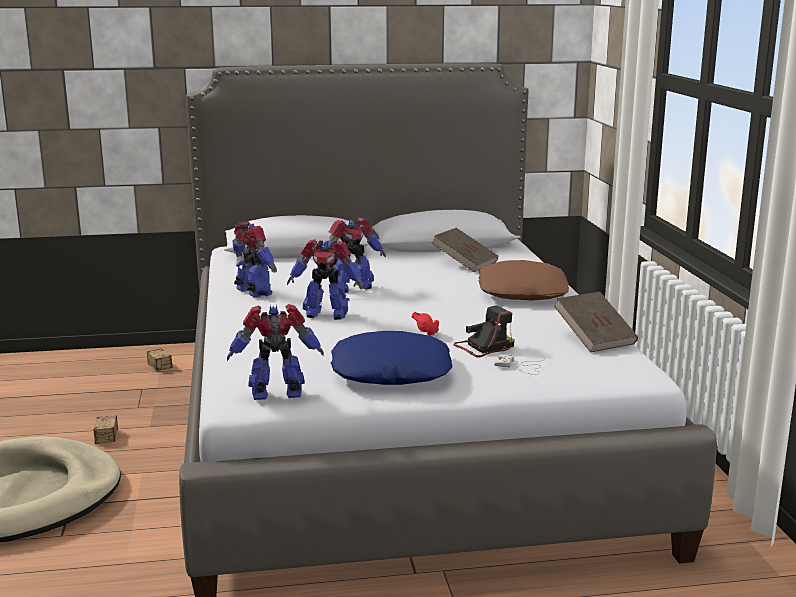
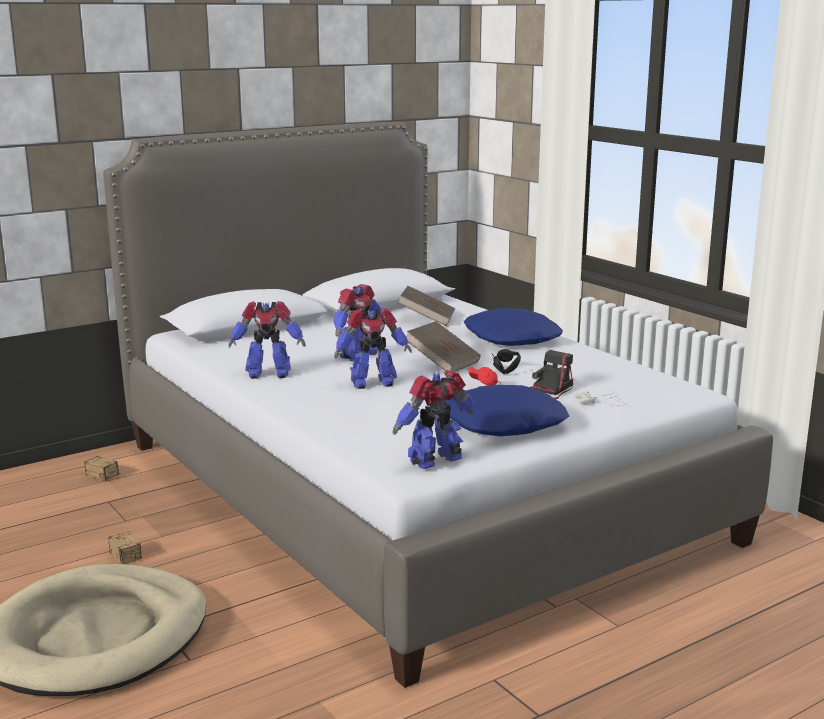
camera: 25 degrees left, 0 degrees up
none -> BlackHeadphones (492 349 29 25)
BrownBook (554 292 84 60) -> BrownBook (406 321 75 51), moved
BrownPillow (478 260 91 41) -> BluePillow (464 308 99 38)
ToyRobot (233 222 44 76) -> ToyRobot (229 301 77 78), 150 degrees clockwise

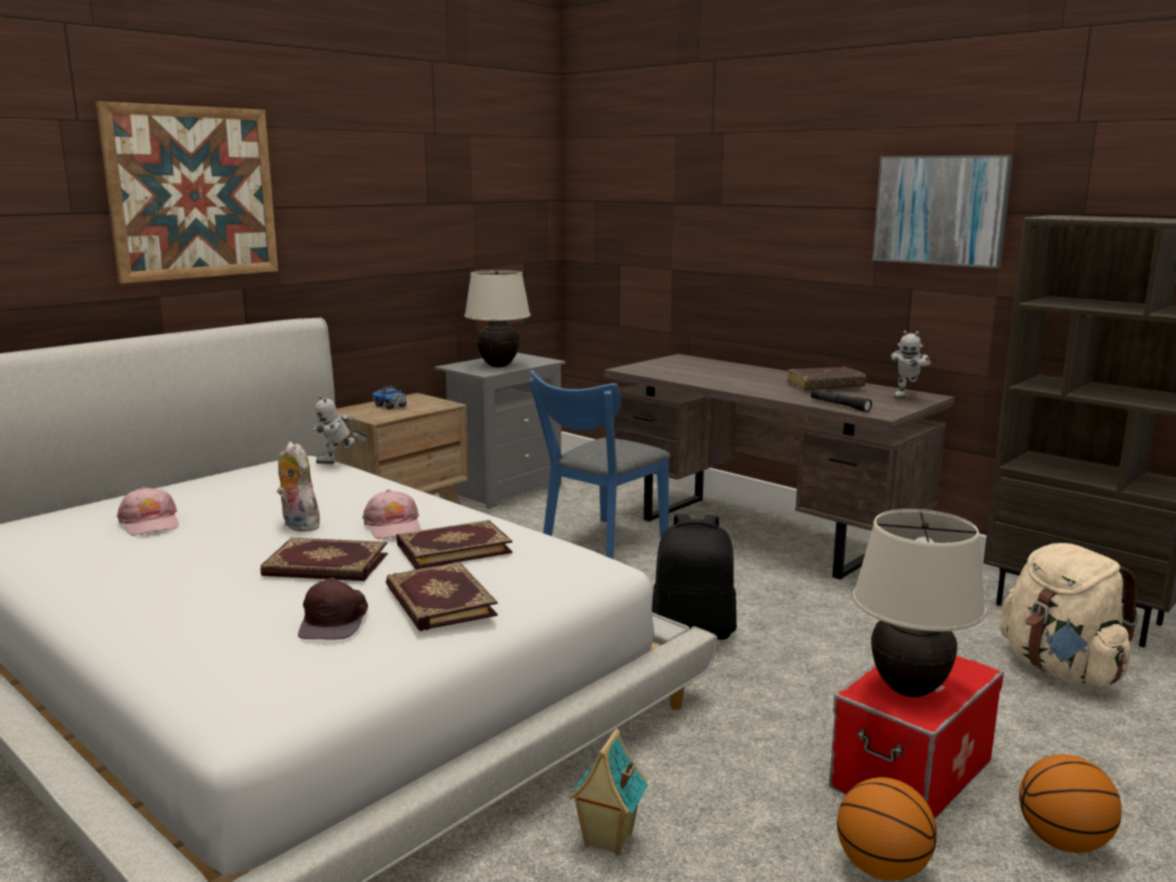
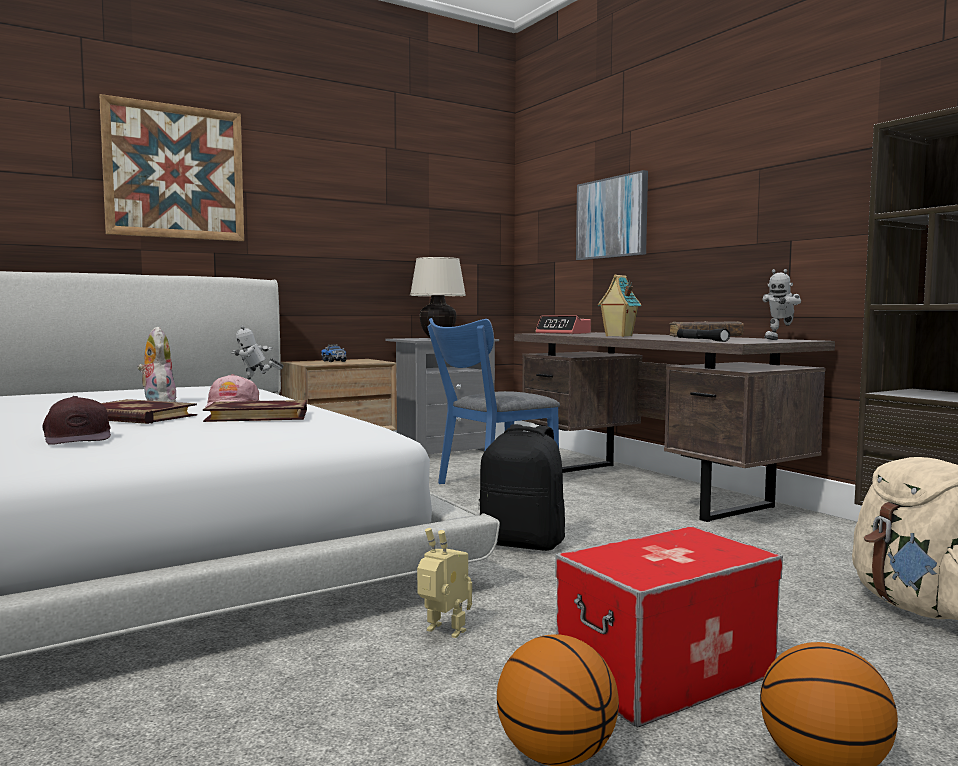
camera: 15 degrees right, 10 degrees down
PinkCap (117 487 62 49) -> none
Book (386 562 112 69) -> none
BeigeTableLamp (853 509 133 188) -> none
none -> ToyRobot (417 528 55 110)
none -> AlarmClock (536 315 55 19)
ToyHouse (569 729 79 127) -> ToyHouse (598 275 43 62), moved
Picture (872 155 141 114) -> Picture (576 170 72 90), moved
BrownCap (298 578 70 62) -> BrownCap (42 396 69 49), 45 degrees counterclockwise

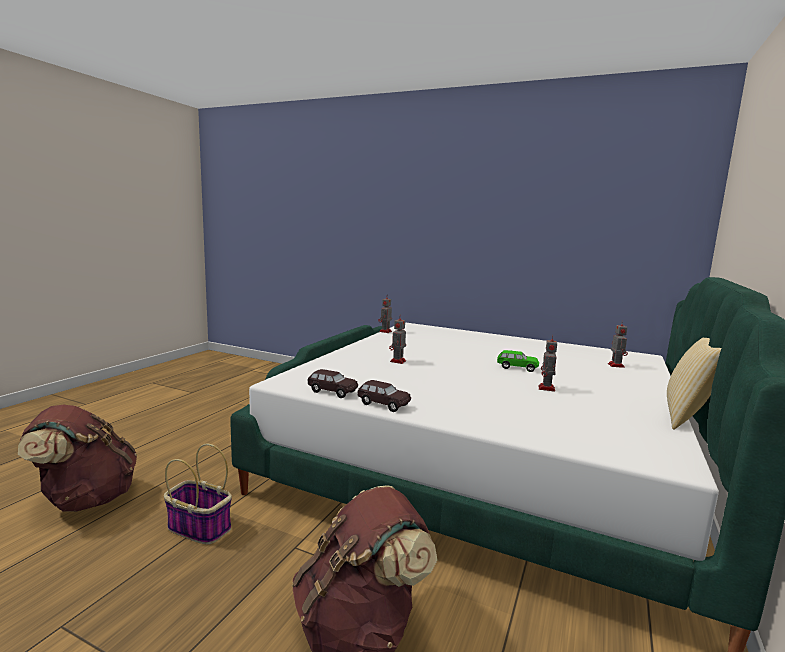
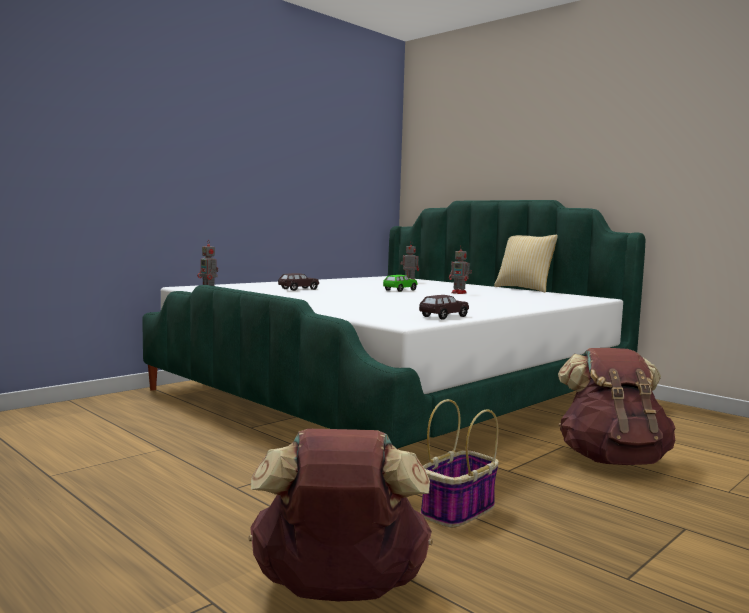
camera: 70 degrees left, 5 degrees down
ToyRobot (389 314 17 50) -> none
BrownToyCar (358 380 53 32) -> BrownToyCar (278 273 41 18), moved

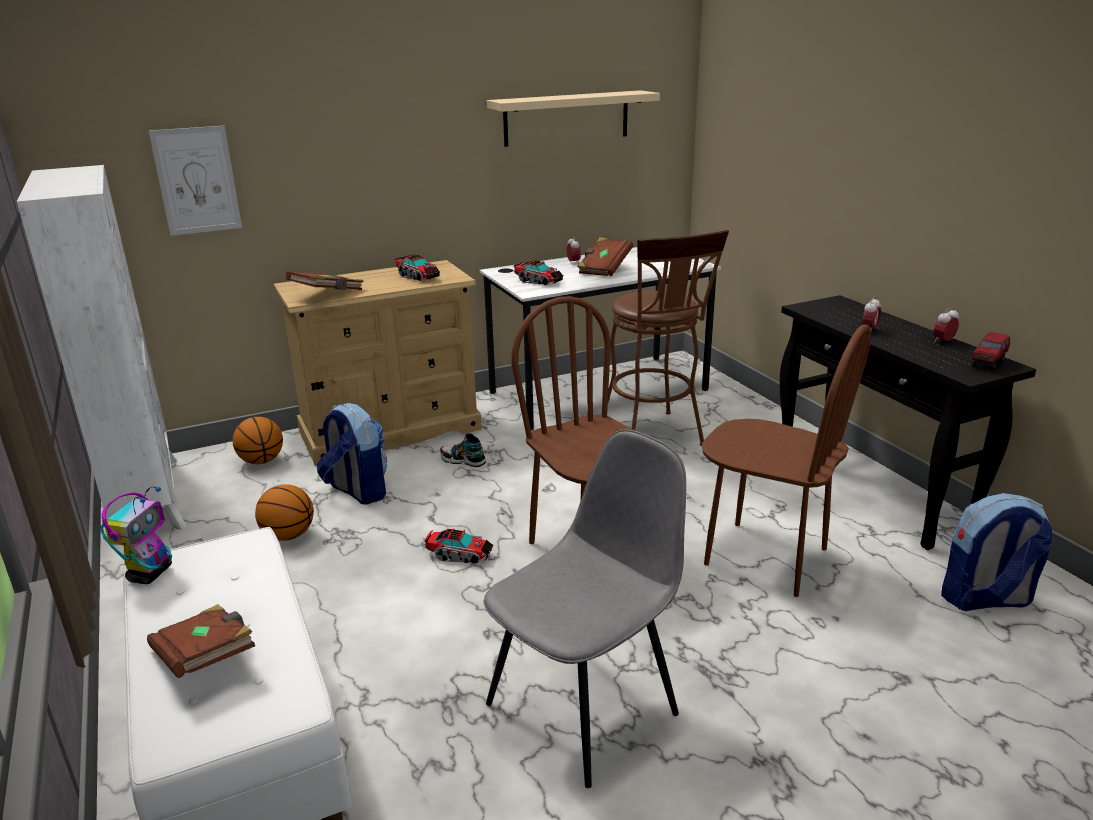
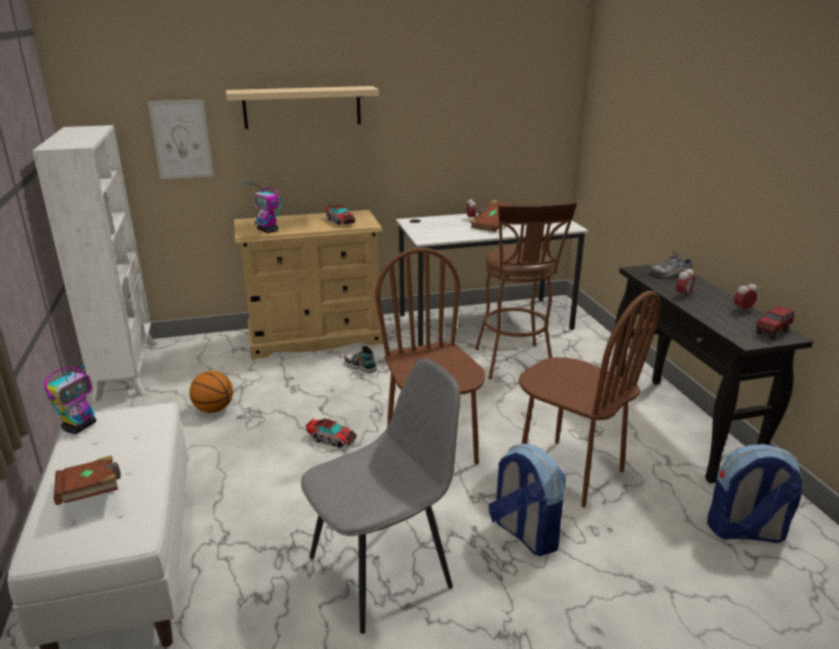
camera: 10 degrees right, 0 degrees up
Basketball (233 417 50 47) -> none
ToyTruck (514 260 50 25) -> none
none -> Shoe (649 252 44 25)
Backpack (317 403 70 101) -> Backpack (488 444 78 112), moved
BeigeShelf (487 90 173 57) -> BeigeShelf (226 86 153 43), moved
BrownBook (286 272 78 18) -> ToyRobot (245 182 37 51)

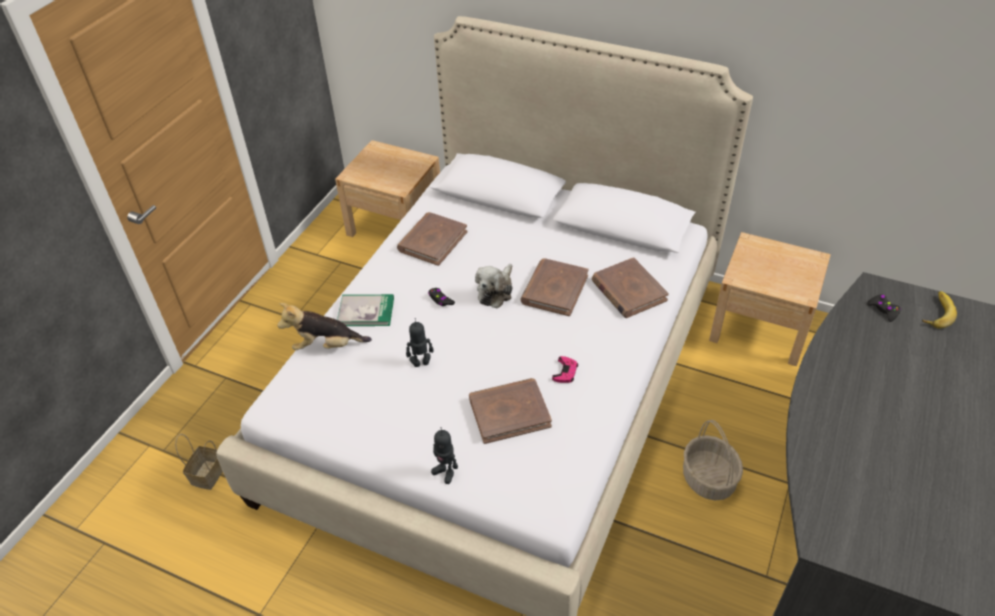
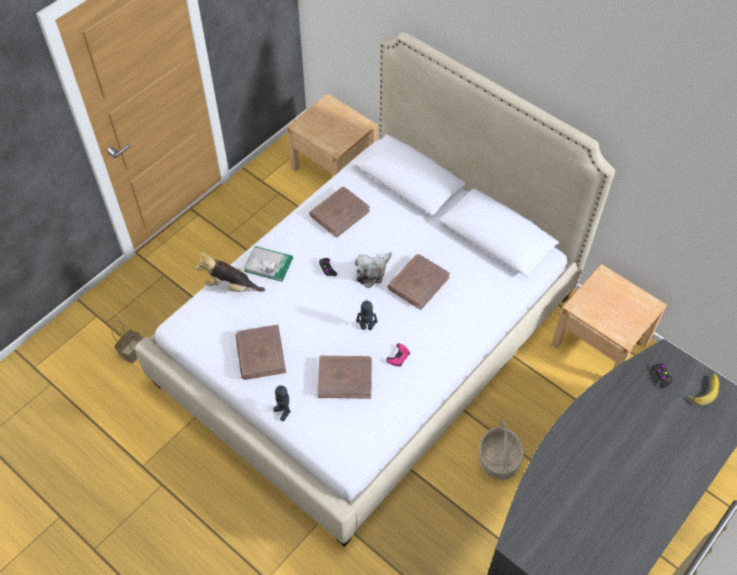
camera: 15 degrees right, 10 degrees up
ToyRobot (406 318 28 49) -> ToyRobot (356 301 22 29), moved
BrownBook (592 257 77 61) -> BrownBook (236 325 50 55), moved

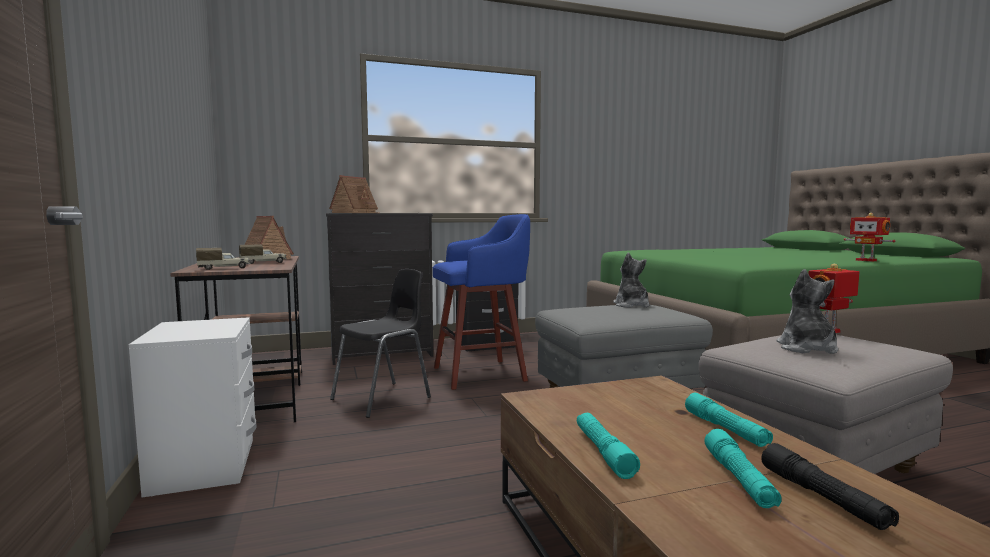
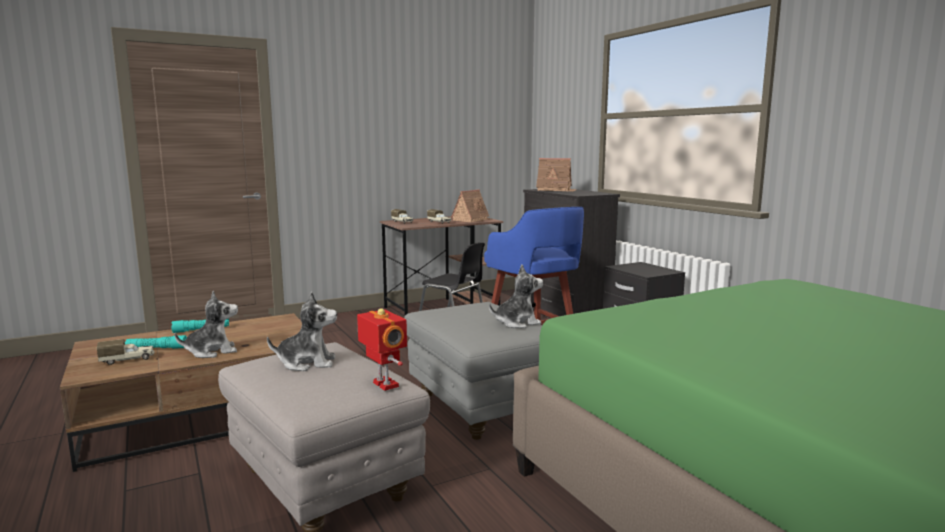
camera: 80 degrees right, 5 degrees up
WhiteNightstand (129 317 128 181) -> none
ToyRobot (844 213 52 49) -> none
TurquoiseFlashlight (685 393 88 54) -> PlushToy (174 291 64 67)
BlackFlashlight (761 443 138 87) -> ToyTruck (97 339 58 26)

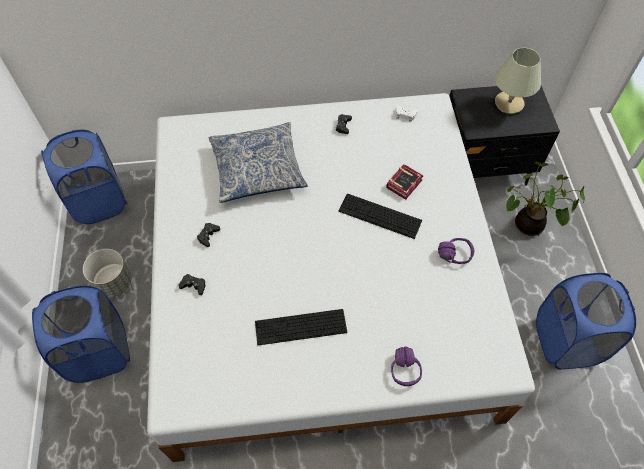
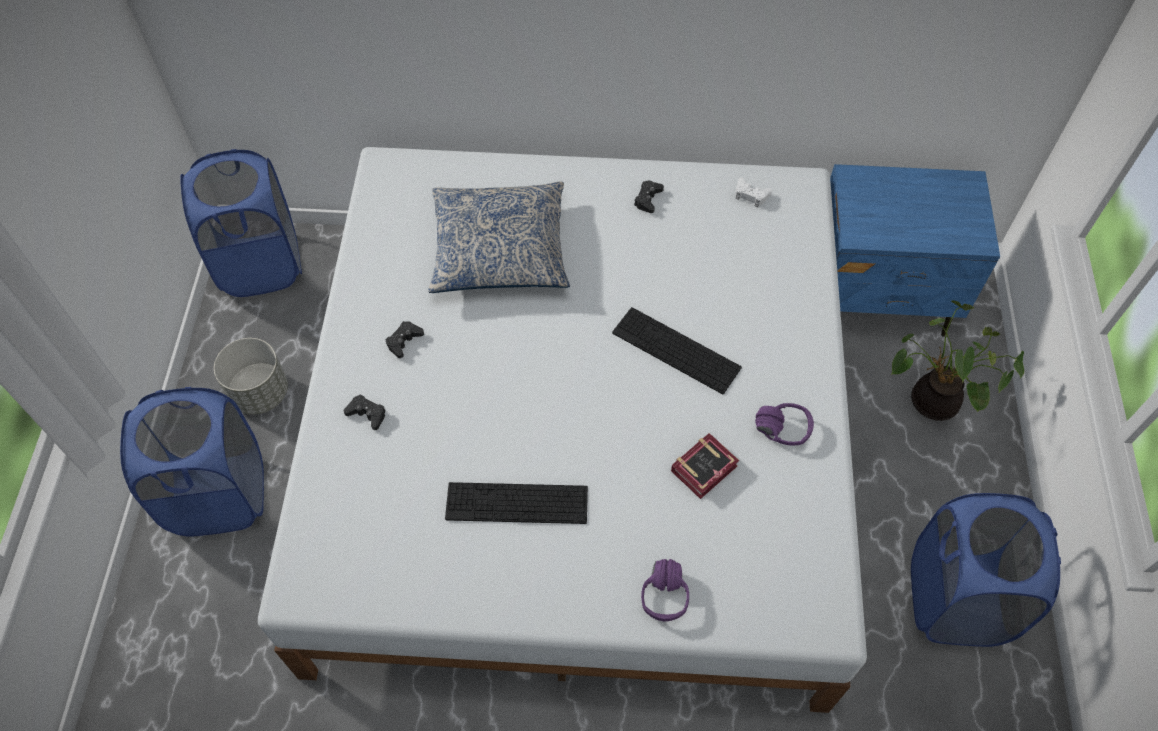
camera: 10 degrees right, 0 degrees up
BeigeTableLamp (495 48 46 66) -> none
Book (386 164 38 35) -> Book (671 433 68 66), moved
BlackNightstand (450 86 110 99) -> BlueNightstand (830 164 170 173)

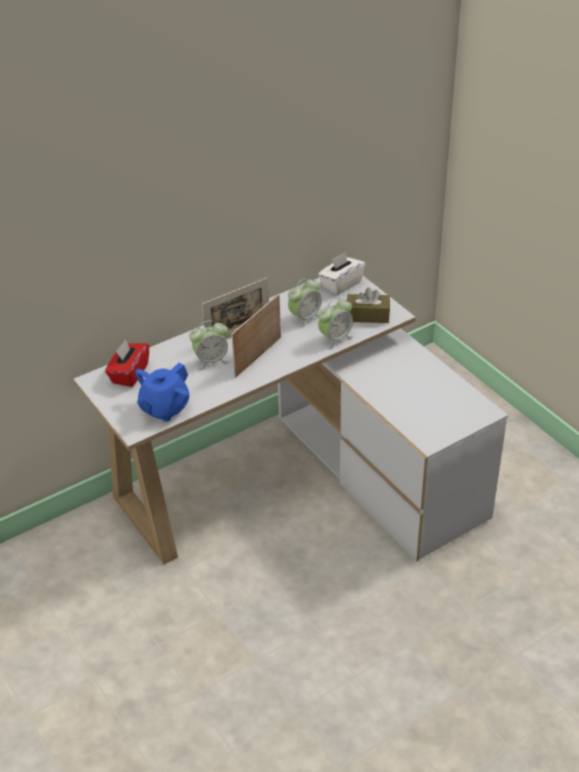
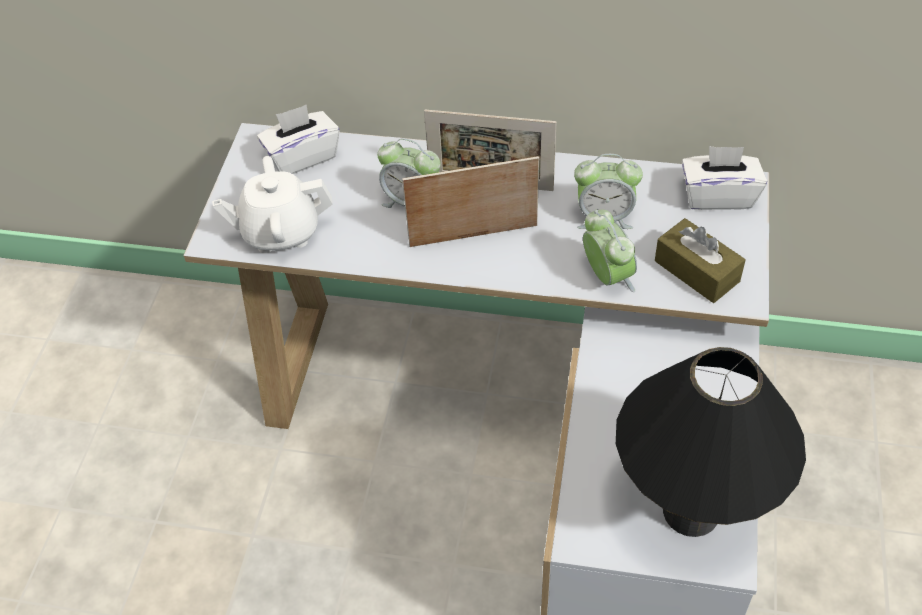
camera: 45 degrees right, 10 degrees up
none -> BlackTableLamp (616 347 190 190)
RedTissueBox (105 339 44 48) -> WhiteTissueBox (257 105 83 69)
BlueTeapot (135 363 55 59) -> WhiteTeapot (212 156 121 97)
AlarmClock (318 298 35 51) -> AlarmClock (583 210 54 82), 120 degrees counterclockwise

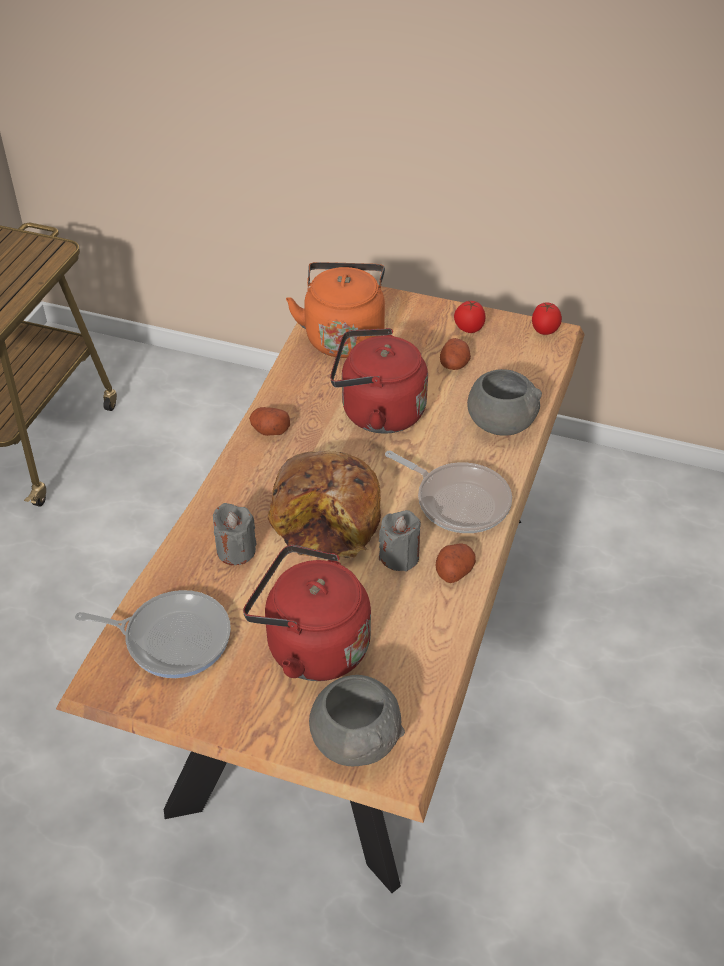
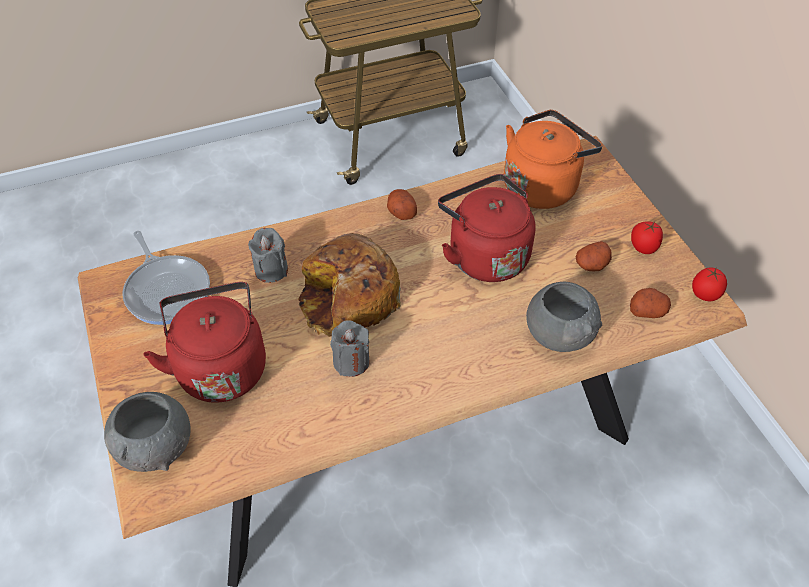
camera: 50 degrees right, 5 degrees up
FryingPan (385 450 127 83) -> none
Potato (436 543 40 40) -> Potato (630 288 41 30), moved

